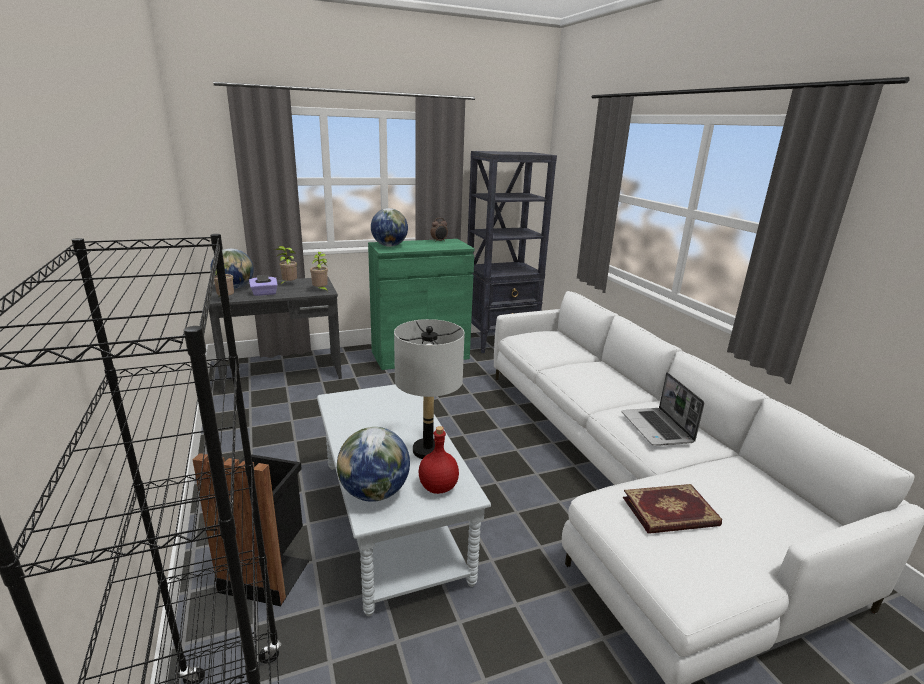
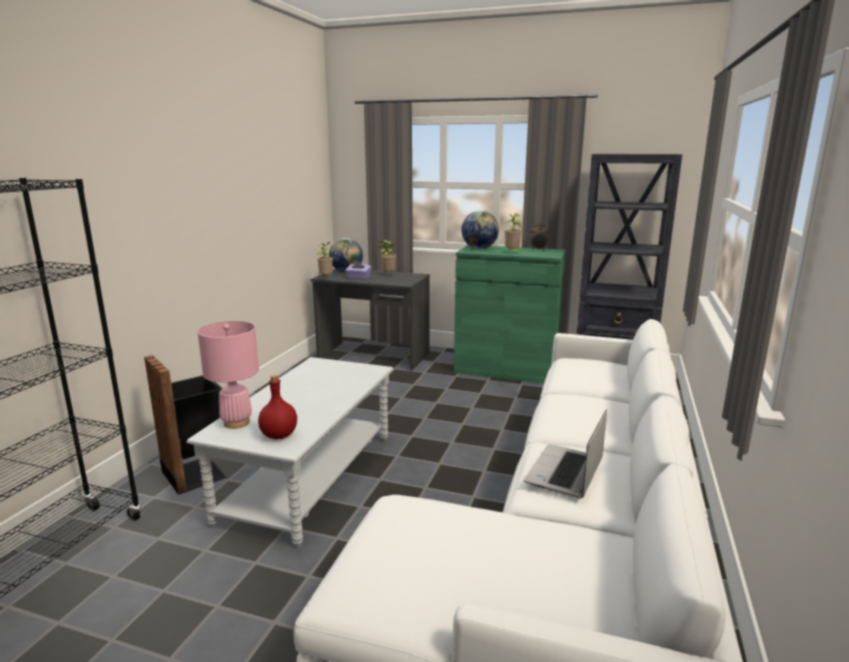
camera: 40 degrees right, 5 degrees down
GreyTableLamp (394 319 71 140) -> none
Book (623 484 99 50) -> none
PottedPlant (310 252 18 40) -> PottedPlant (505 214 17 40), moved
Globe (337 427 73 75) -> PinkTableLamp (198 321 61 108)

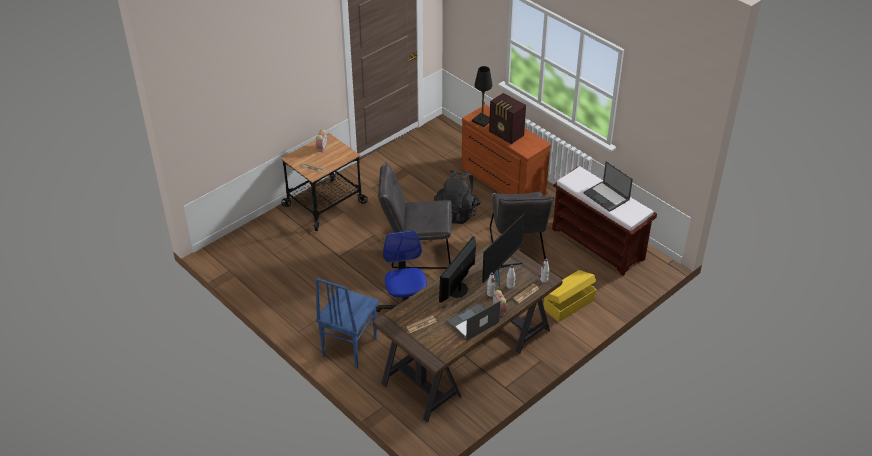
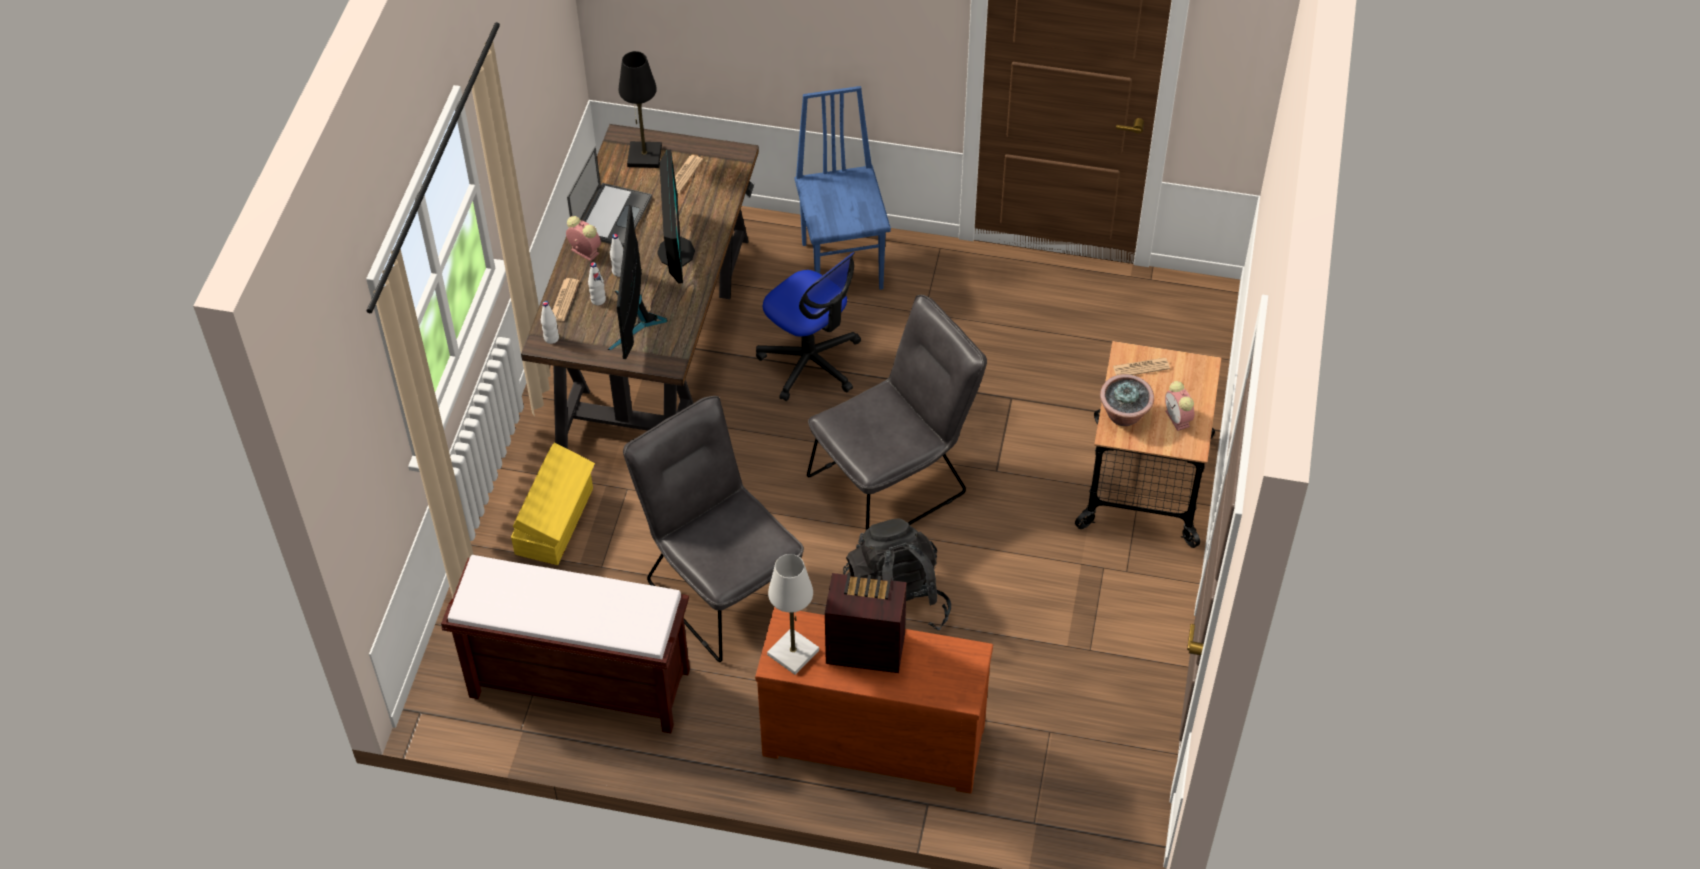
camera: 145 degrees right, 10 degrees up
Laptop (583 161 50 51) -> none
none -> WhiteTableLamp (767 554 52 121)
none -> PottedPlant (1100 374 54 52)
BlackTableLamp (472 66 20 61) -> BlackTableLamp (619 51 43 117), moved

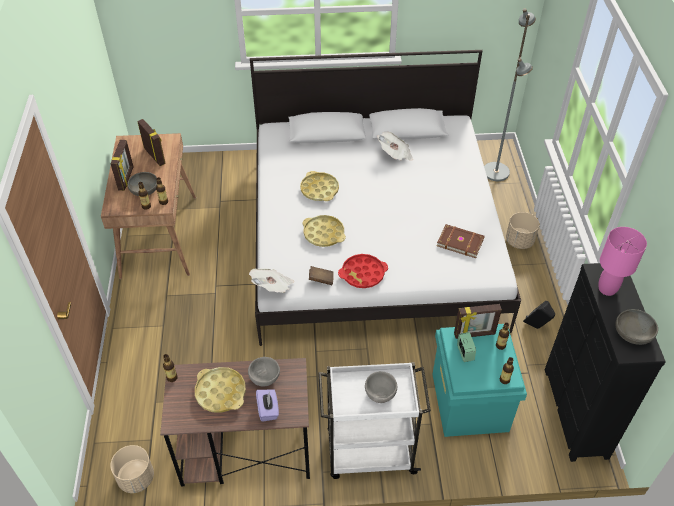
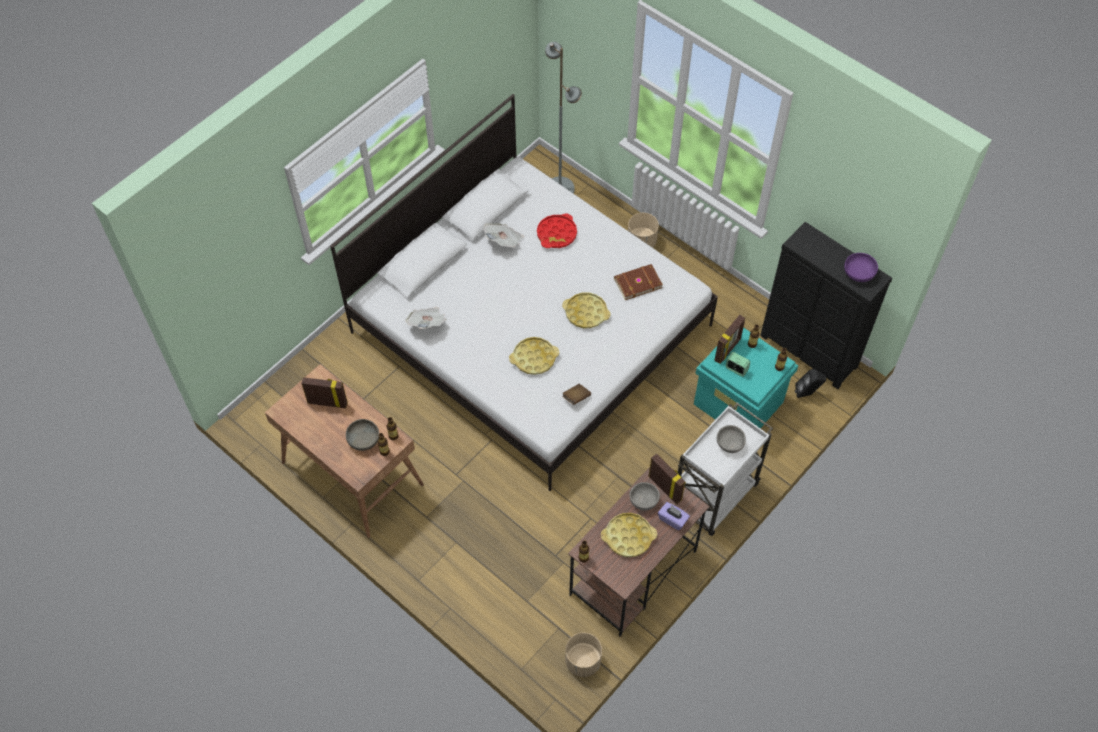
camera: 45 degrees left, 10 degrees up
PinkTableLamp (598 227 49 69) -> none
PictureFrame (110 140 23 51) -> PictureFrame (648 454 38 50), moved
Newspaper (249 269 45 24) -> Newspaper (405 307 42 22), moved
YellowTray (300 171 39 30) -> YellowTray (562 292 49 36), moved
RedTray (338 254 50 34) -> RedTray (537 214 40 34), moved
BlackSpeaker (523 301 32 28) -> BlackSpeaker (795 369 31 29), moved
GreyBowl (615 309 43 36) -> PurpleBowl (844 253 34 29)

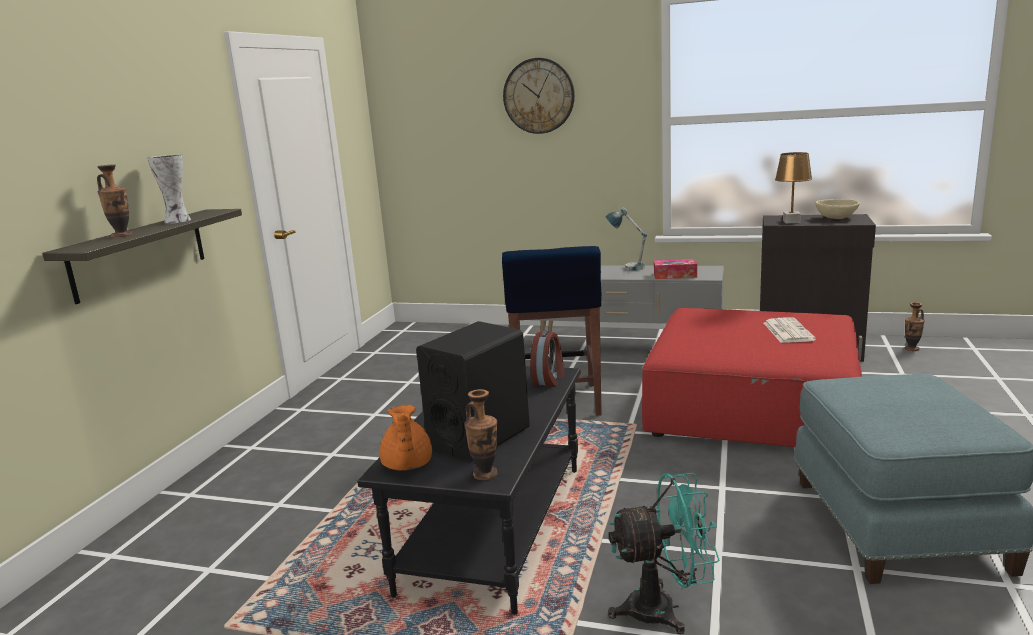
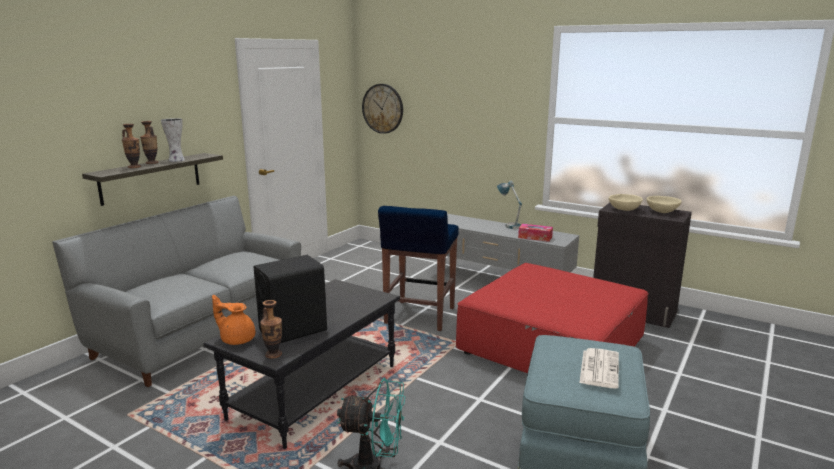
camera: 15 degrees right, 0 degrees up
AlarmClock (530 330 35 57) -> none
none -> GreySofa (52 196 249 191)
WallClock (503 58 72 76) -> WallClock (362 84 41 50), moved
Newspaper (764 317 52 26) -> Newspaper (579 348 40 41), moved
Vase (905 302 20 49) -> Vase (140 121 18 43), moved
BrownTableLamp (775 152 37 71) -> BeigeBowl (609 194 34 17)
OrangeTeapot (380 405 52 66) -> OrangeTeapot (212 295 43 50), 105 degrees clockwise

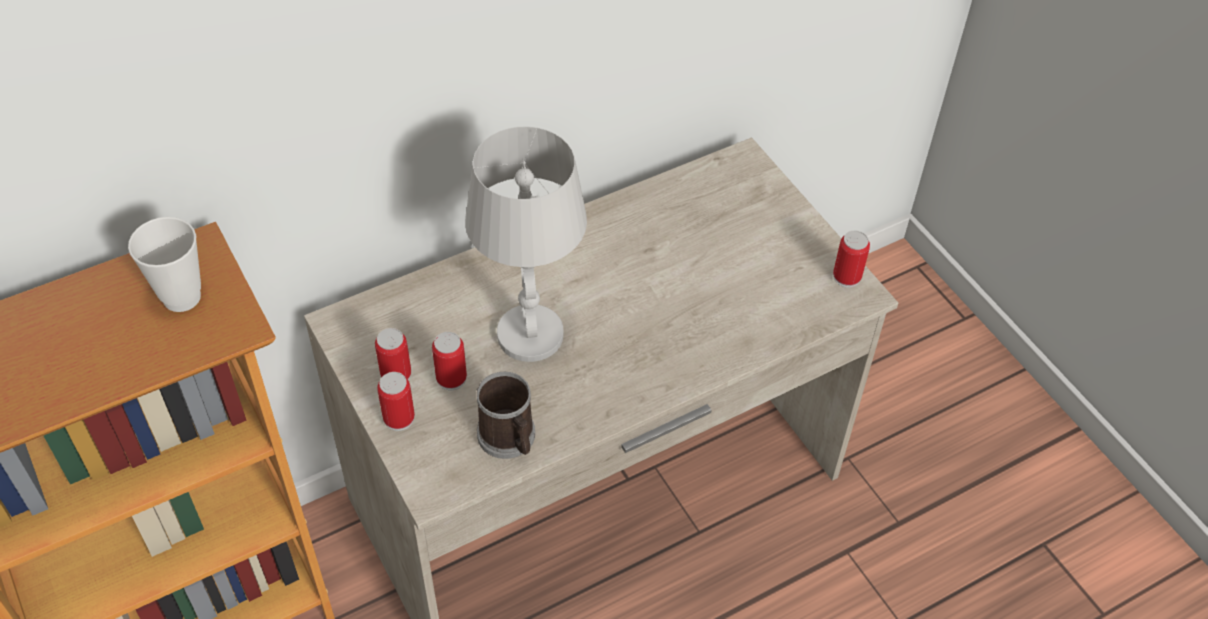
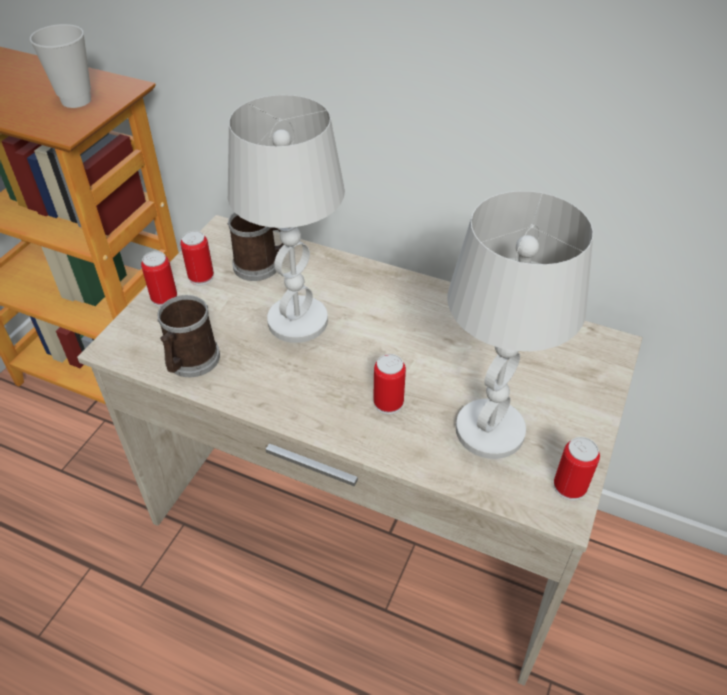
camera: 55 degrees right, 5 degrees down
none -> Mug (228 212 56 69)
none -> WhiteTableLamp (447 191 146 268)
Can (432 332 35 58) -> Can (373 354 33 60), moved

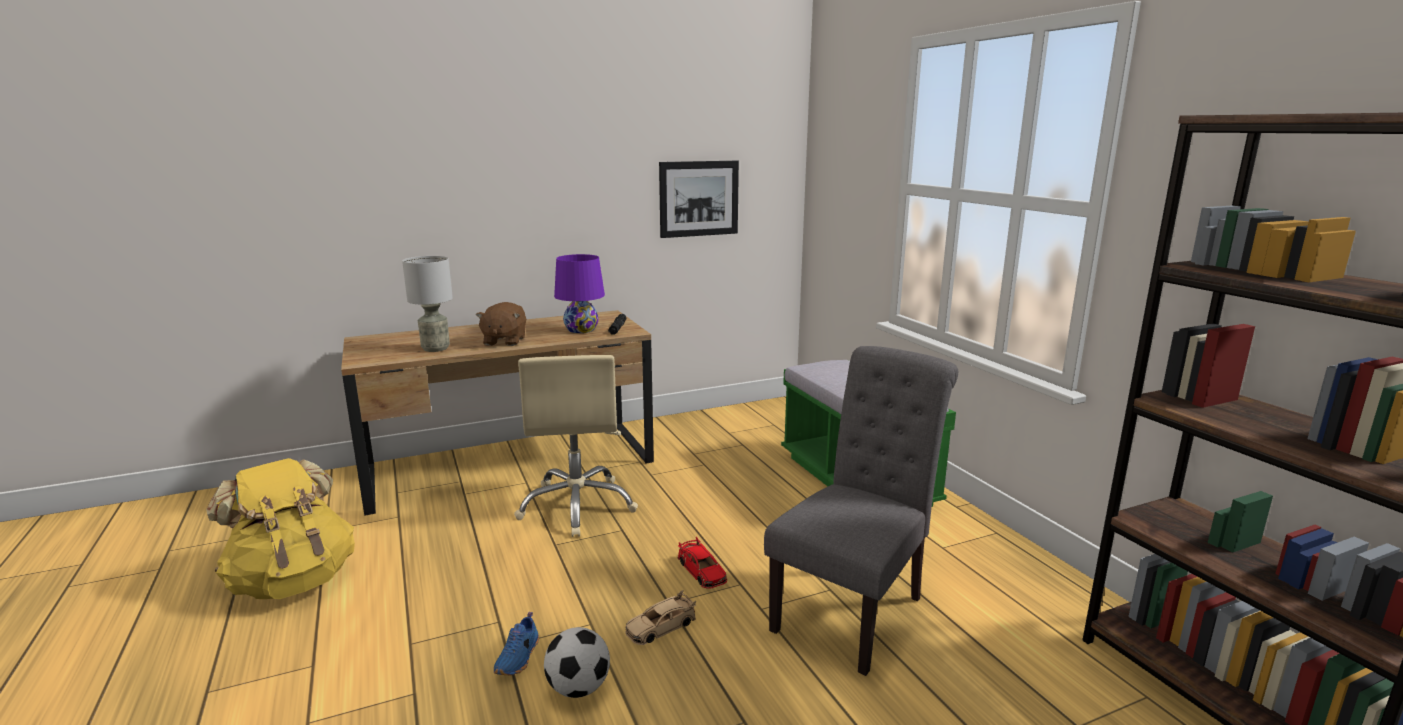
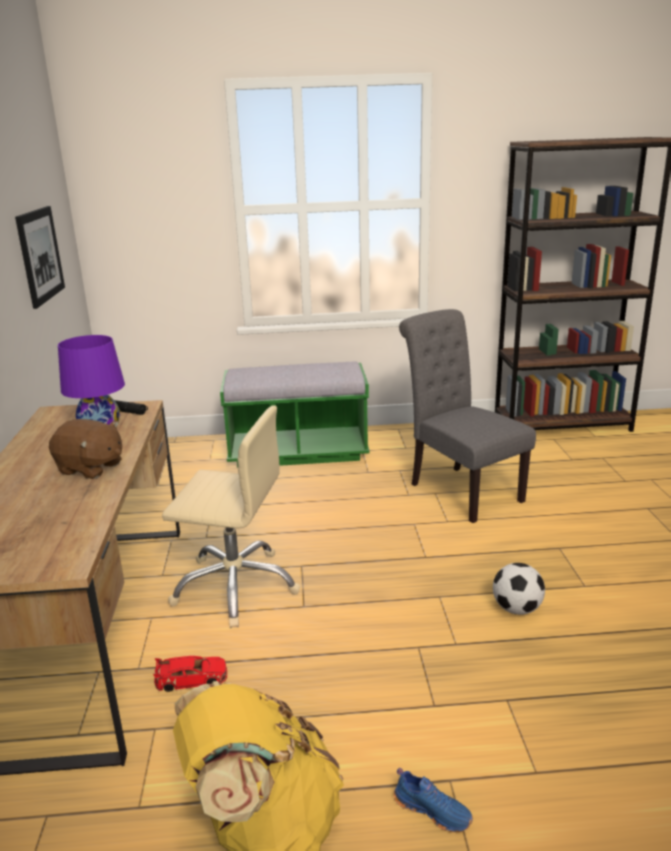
camera: 70 degrees left, 5 degrees up
GreyTableLamp (402 256 51 96) -> none
BeigeToyCar (625 590 71 55) -> none
BlueShoe (494 612 45 63) -> BlueShoe (394 768 79 64), moved
RedToyCar (677 537 50 52) -> RedToyCar (153 656 74 36), moved

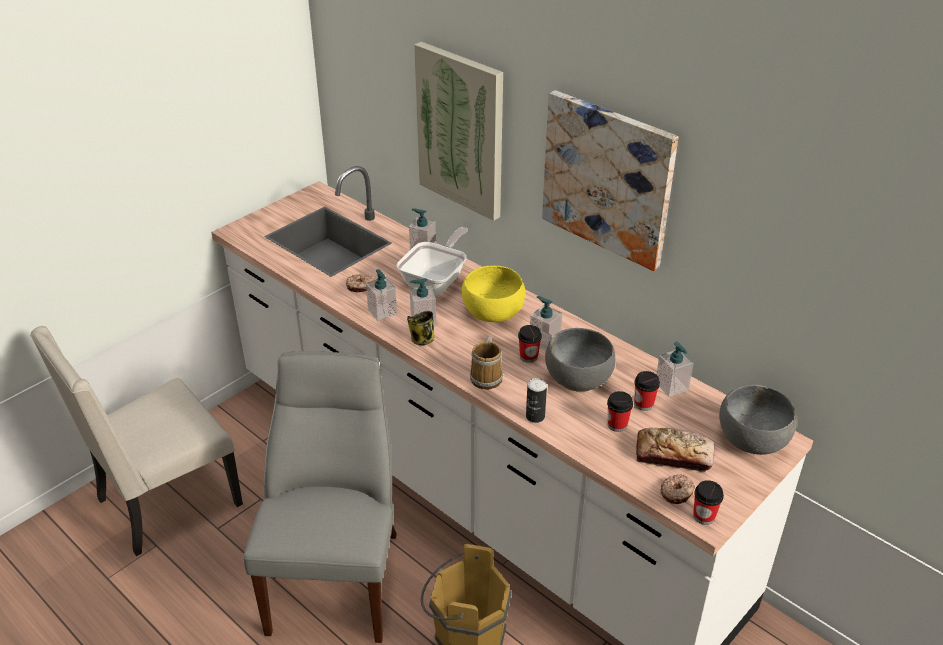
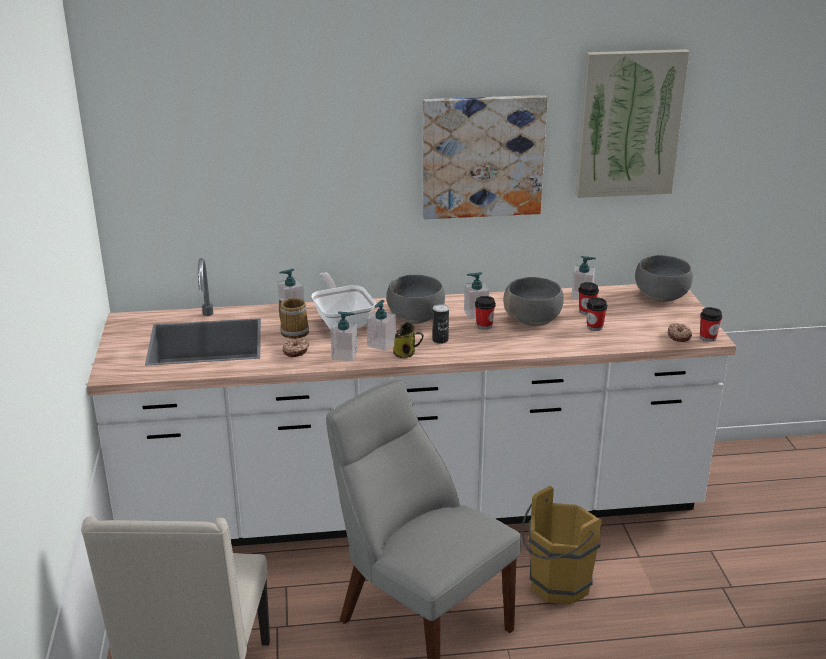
camera: 50 degrees left, 10 degrees down
Bread (636 428 78 44) -> none
Picture (414 42 89 179) -> Picture (575 49 115 149), moved
Mug (470 336 33 54) -> Mug (279 298 30 41), moved
Can (526 378 21 45) -> Can (432 304 17 40), moved
YellowBowl (462 266 64 56) -> GreyBowl (386 275 59 49)

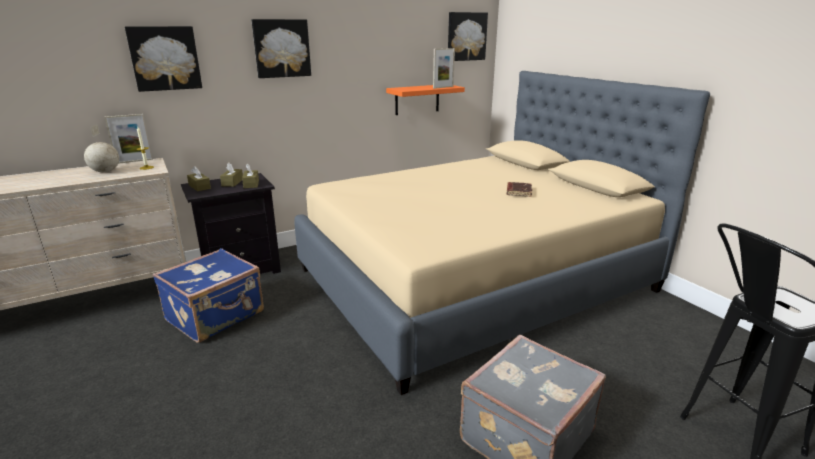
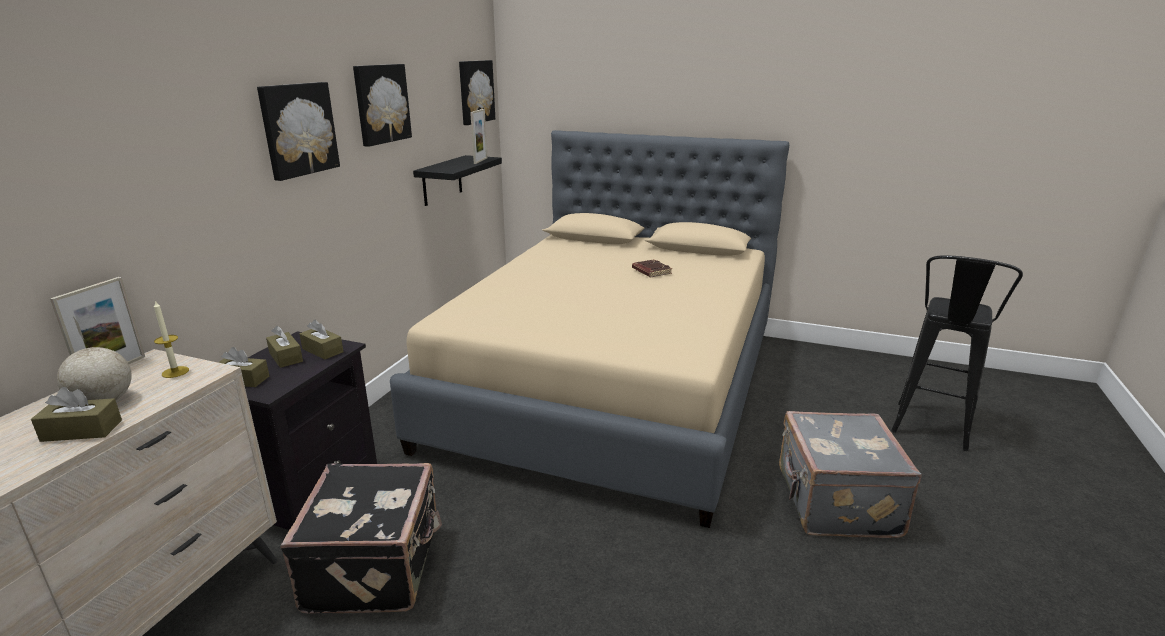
camera: 40 degrees left, 0 degrees up
none -> BrownTissueBox (31 387 91 55)
Picture (125 26 77 66) -> Picture (353 64 59 83), moved
BlueSuitcase (153 248 111 95) -> BlackSuitcase (280 463 162 151)
OrangeShelf (386 85 79 30) -> BlackShelf (413 155 89 51)

